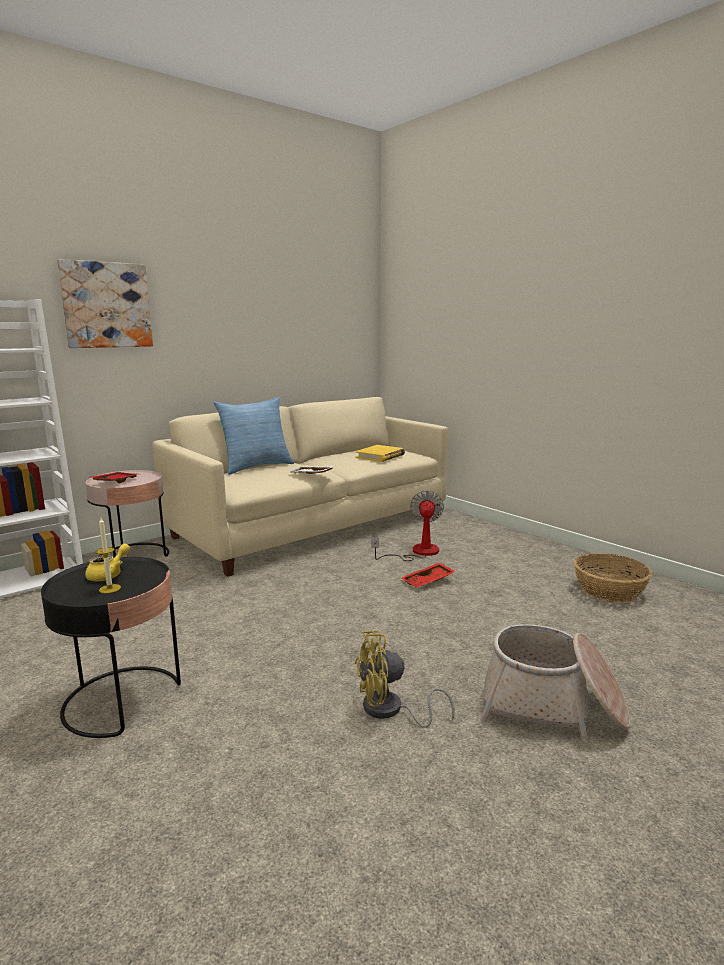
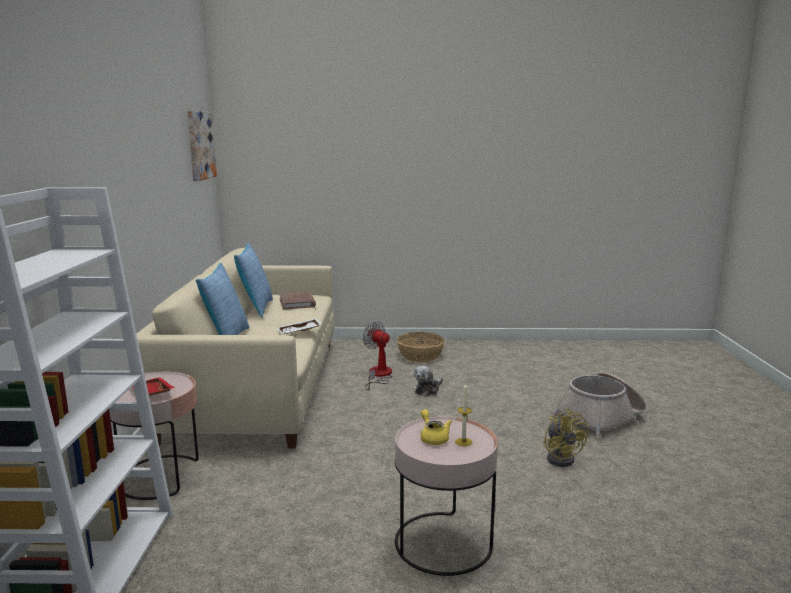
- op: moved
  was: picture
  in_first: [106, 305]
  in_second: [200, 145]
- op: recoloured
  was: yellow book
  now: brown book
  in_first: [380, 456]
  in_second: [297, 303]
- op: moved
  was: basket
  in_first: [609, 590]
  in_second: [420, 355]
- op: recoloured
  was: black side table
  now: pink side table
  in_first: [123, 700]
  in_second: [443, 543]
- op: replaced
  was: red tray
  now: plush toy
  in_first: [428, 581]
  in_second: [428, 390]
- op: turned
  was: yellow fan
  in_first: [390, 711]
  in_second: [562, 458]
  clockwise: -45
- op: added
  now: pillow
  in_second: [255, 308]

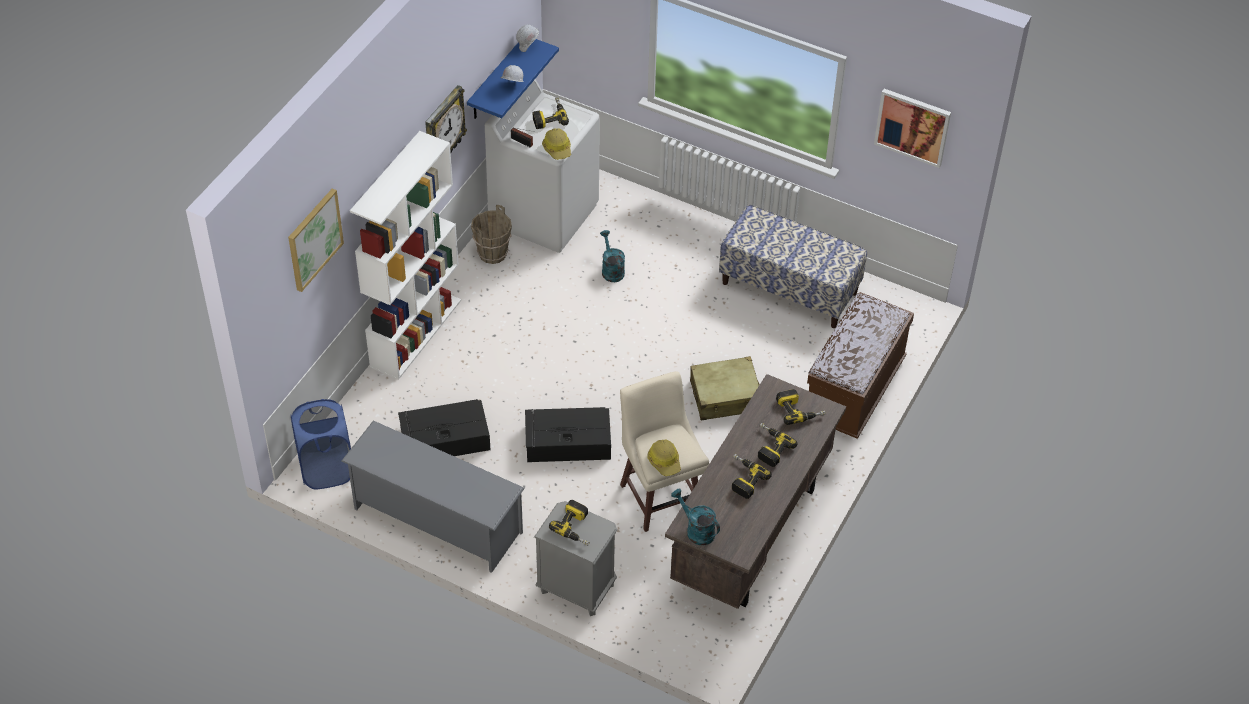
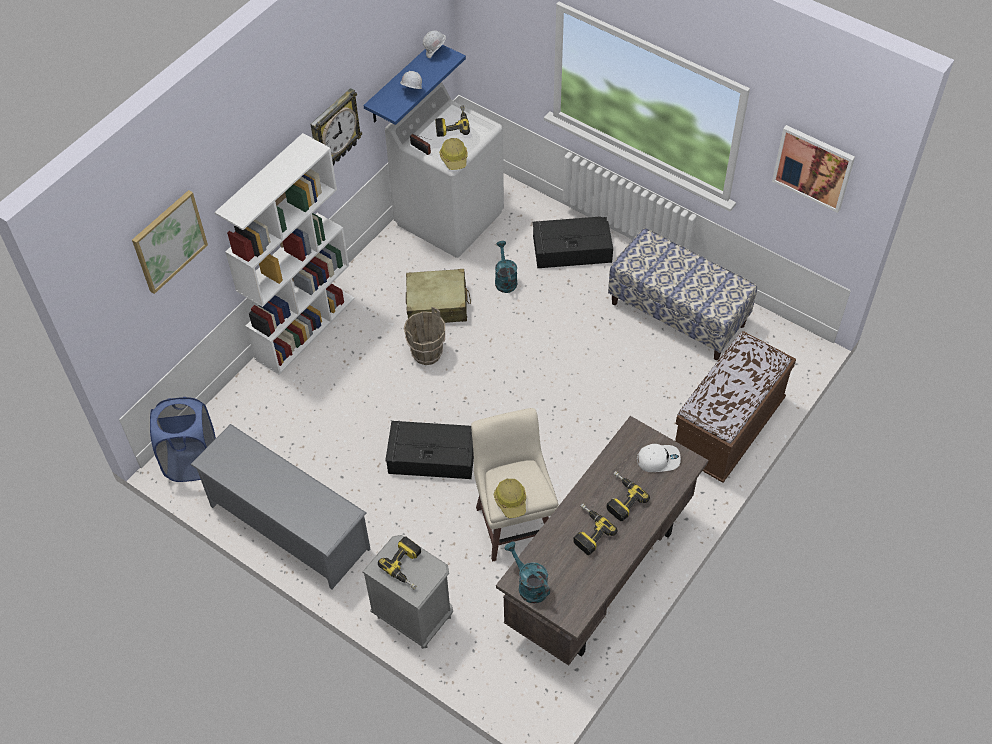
- op: moved
  was: brown bucket
  in_first: [493, 254]
  in_second: [427, 354]
- op: moved
  was: beige suitcase
  in_first: [725, 396]
  in_second: [437, 304]
- op: replaced
  was: power drill
  now: white cap
  in_first: [799, 410]
  in_second: [658, 459]
- op: moved
  was: black storage box
  in_first: [443, 439]
  in_second: [570, 249]

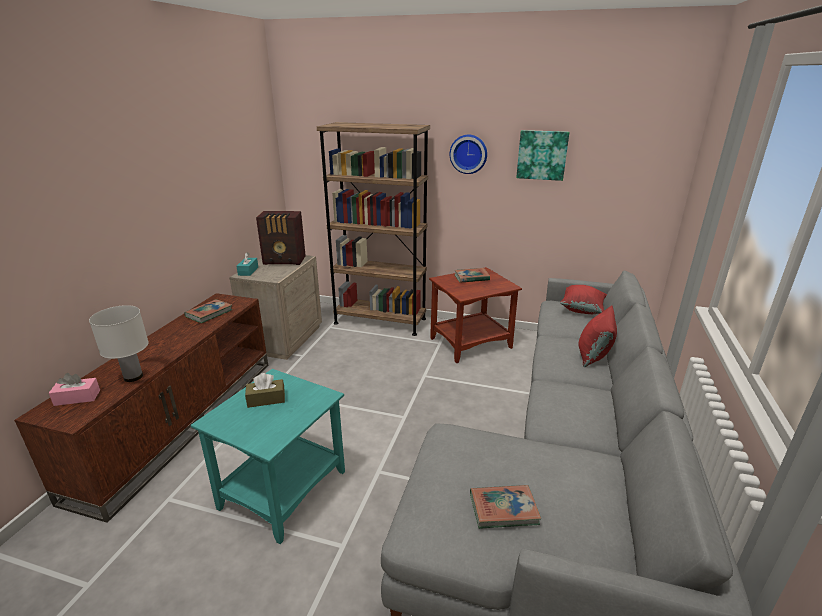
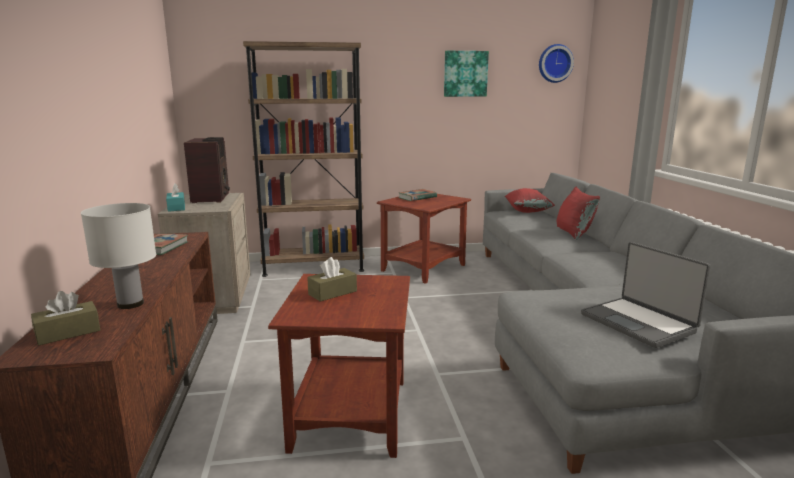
- op: moved
  was: wall clock
  in_first: [468, 154]
  in_second: [554, 63]
- op: turned
  was: radio
  in_first: [285, 261]
  in_second: [211, 198]
  clockwise: -75
- op: recoloured
  was: turquoise side table
  now: brown side table
  in_first: [282, 489]
  in_second: [348, 414]
- op: recoloured
  was: pink tissue box
  now: brown tissue box
  in_first: [77, 398]
  in_second: [68, 333]
- op: replaced
  was: book
  now: laptop
  in_first: [503, 509]
  in_second: [639, 323]

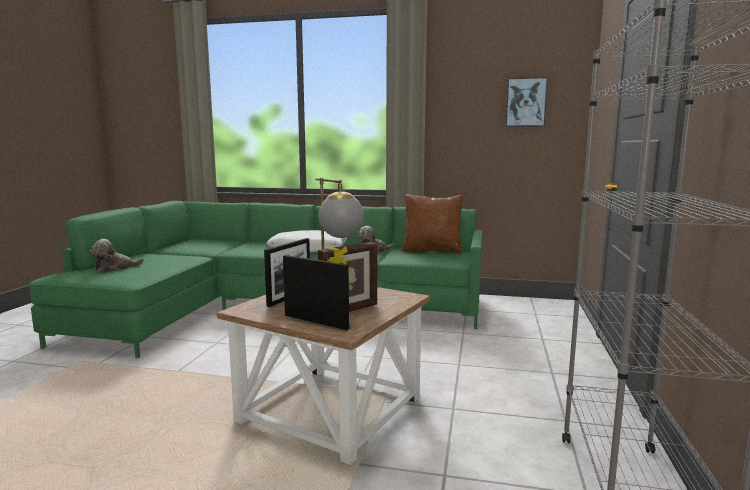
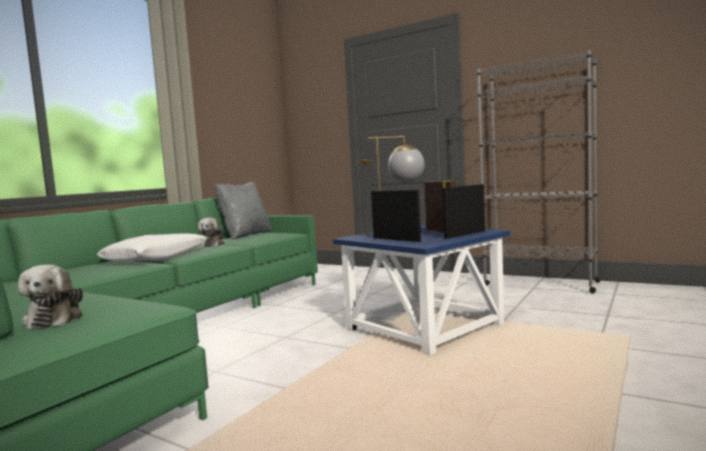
- op: removed
  was: picture
  in_first: [526, 102]
- op: recoloured
  was: brown pillow
  now: grey pillow
  in_first: [432, 250]
  in_second: [245, 235]
- op: recoloured
  was: brown side table
  now: blue side table
  in_first: [330, 408]
  in_second: [422, 326]

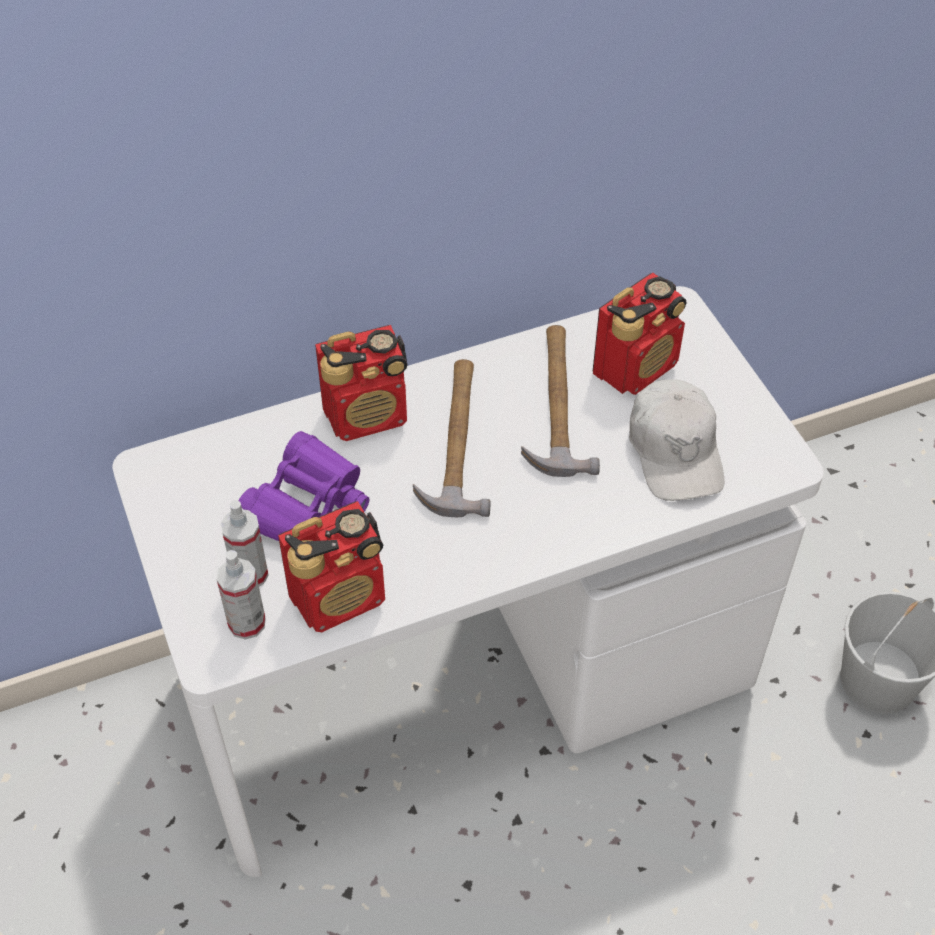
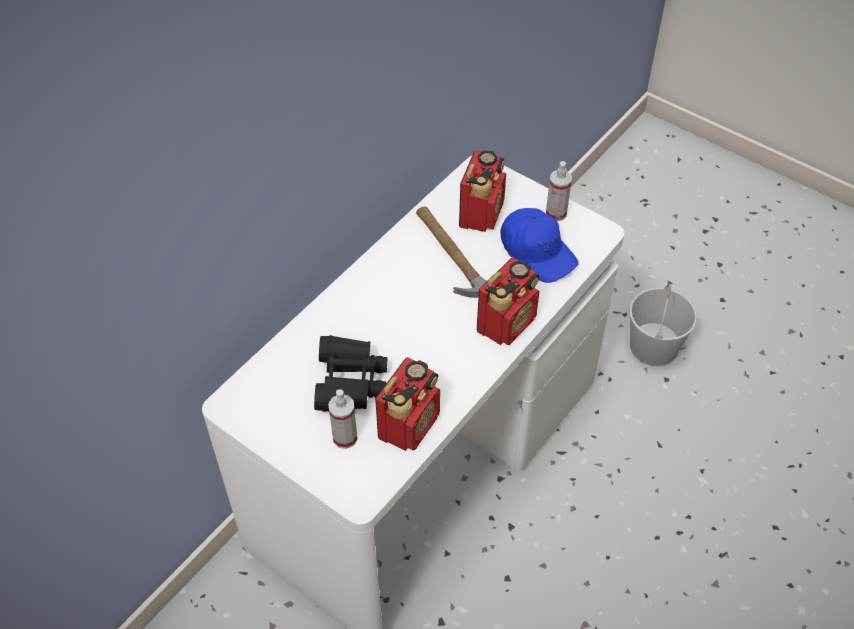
- op: moved
  was: radio
  in_first: [367, 416]
  in_second: [507, 323]
- op: removed
  was: hammer
  in_first: [457, 440]
- op: recoloured
  was: white cap
  now: blue cap
  in_first: [675, 451]
  in_second: [537, 252]
- op: recoloured
  was: purple binoculars
  now: black binoculars
  in_first: [307, 507]
  in_second: [349, 381]
- op: moved
  was: spray bottle
  in_first: [247, 623]
  in_second: [556, 213]

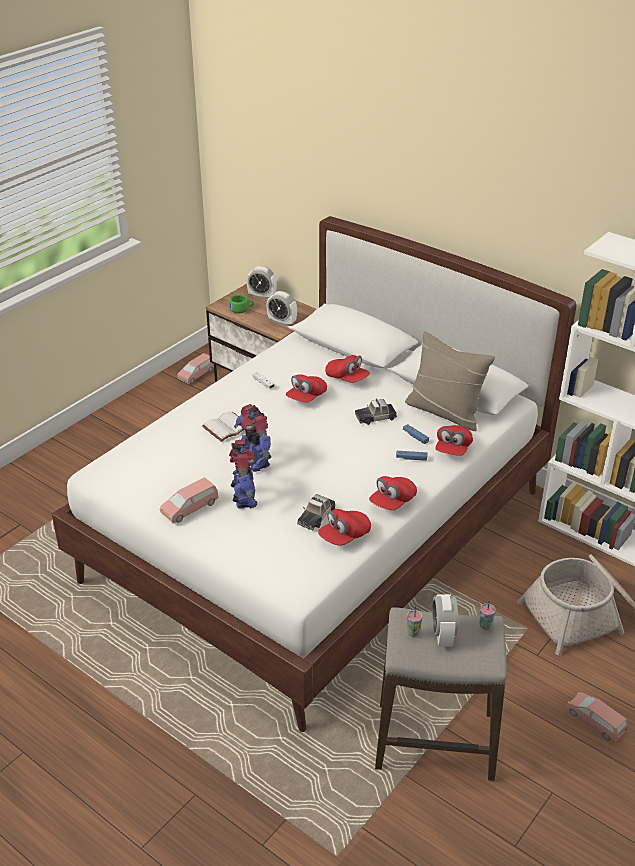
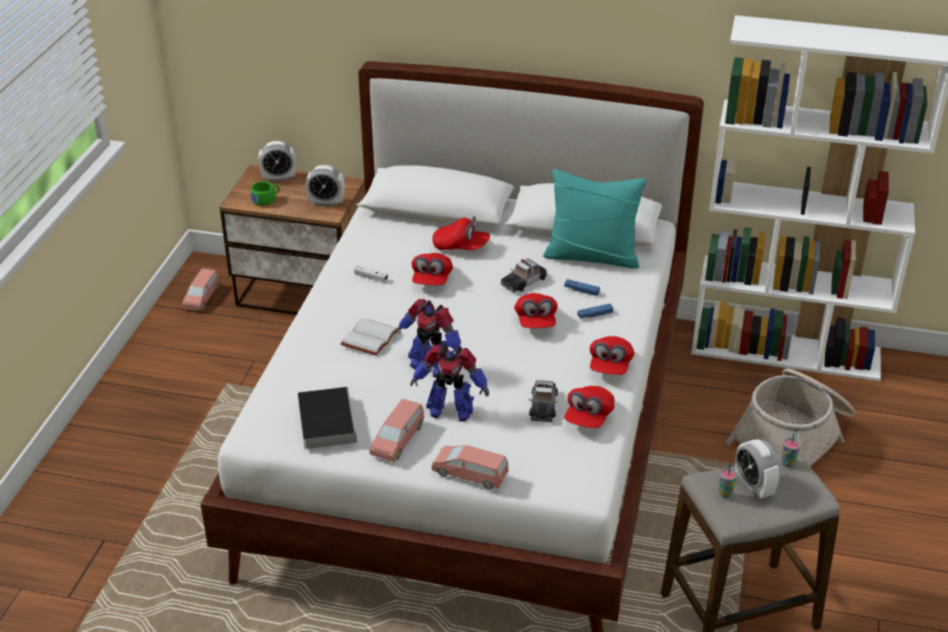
- op: recoloured
  was: beige pillow
  now: turquoise pillow
  in_first: [445, 412]
  in_second: [592, 256]
- op: moved
  was: red cap
  in_first: [453, 449]
  in_second: [535, 322]
- op: turned
  was: toy robot
  in_first: [244, 498]
  in_second: [450, 410]
  clockwise: 135
- op: moved
  was: pink toy car
  in_first: [595, 721]
  in_second: [470, 474]
- op: added
  now: book
  in_second: [326, 420]

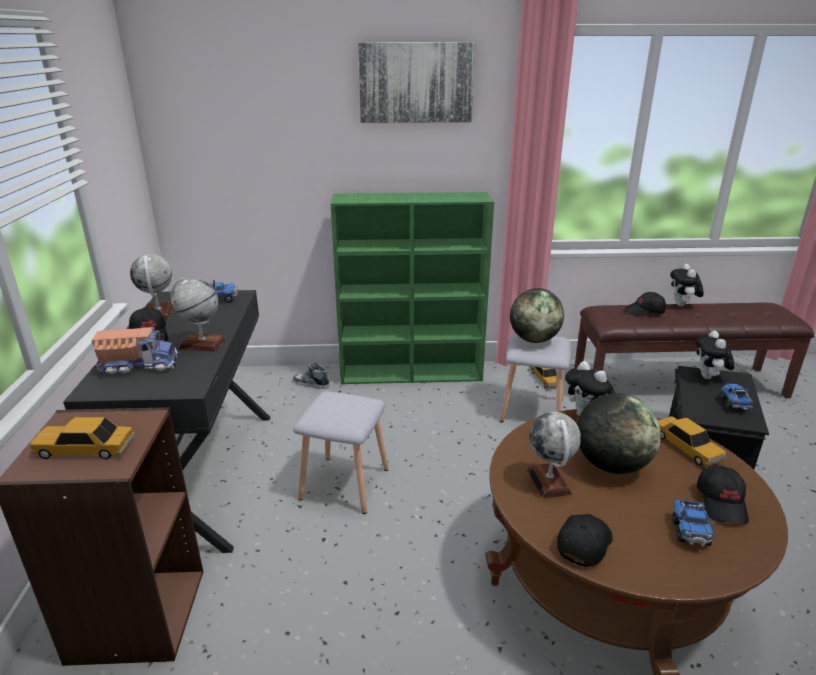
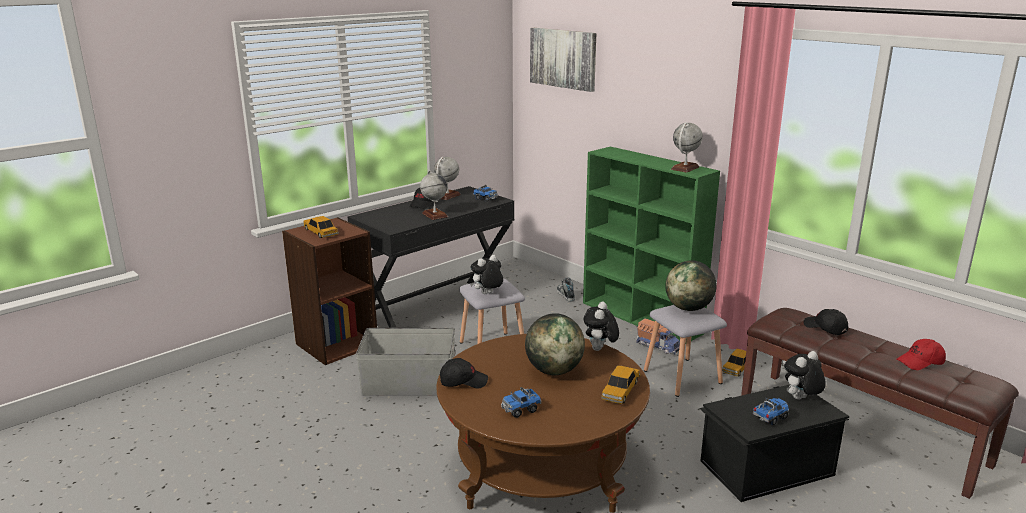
- op: moved
  was: picture
  in_first: [416, 83]
  in_second: [563, 58]
- op: moved
  was: plush toy
  in_first: [682, 305]
  in_second: [487, 294]
- op: moved
  was: toy truck
  in_first: [139, 365]
  in_second: [658, 346]
- op: moved
  was: globe
  in_first: [549, 481]
  in_second: [685, 168]
- op: removed
  was: black cap
  in_first: [722, 503]
- op: added
  now: grey storage box
  in_second: [409, 385]
- op: added
  now: red cap
  in_second: [920, 362]

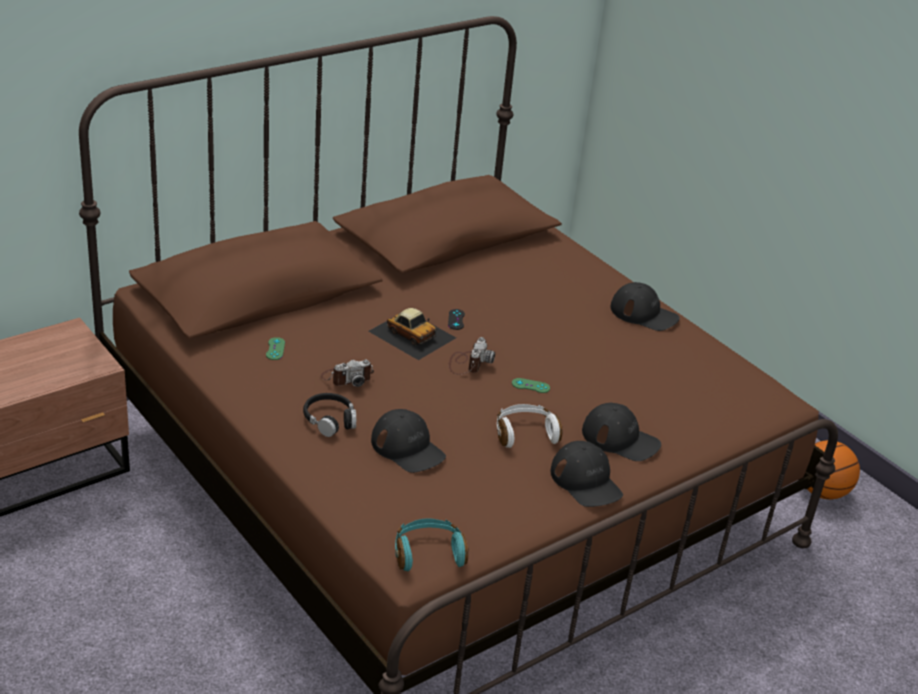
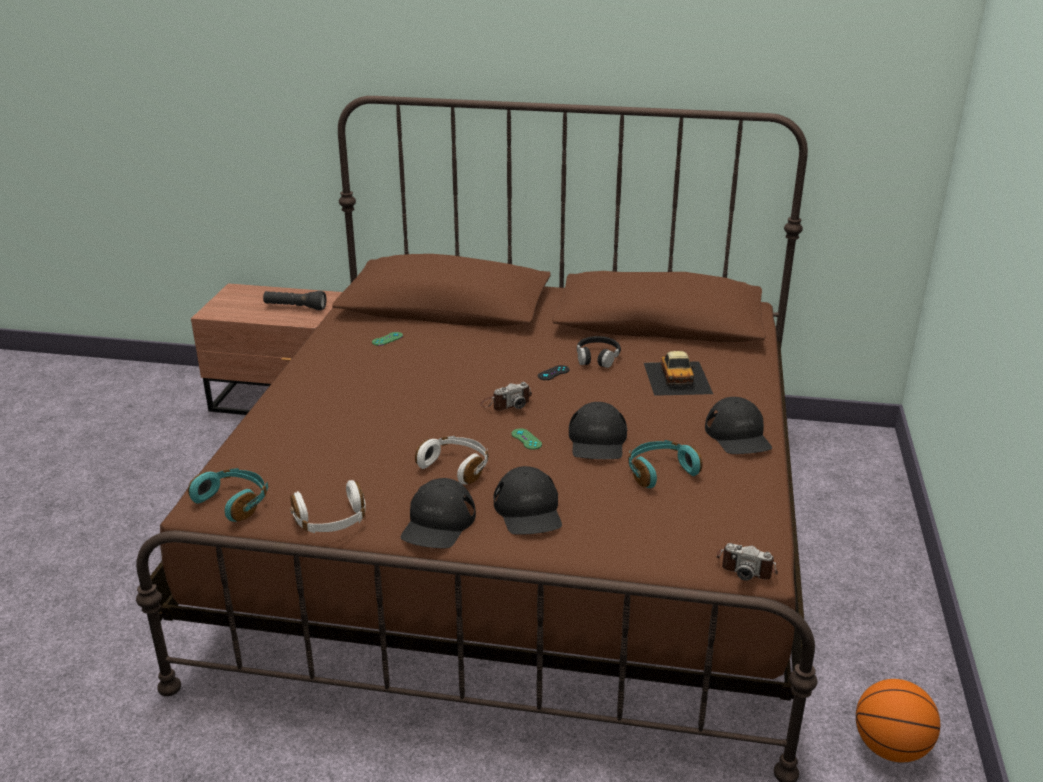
- op: moved
  was: toy car
  in_first: [412, 334]
  in_second: [677, 377]
- op: moved
  was: photo camera
  in_first: [347, 377]
  in_second: [746, 566]
- op: moved
  was: black headphones
  in_first: [330, 420]
  in_second: [597, 357]
- op: moved
  was: black cap
  in_first: [408, 448]
  in_second: [597, 441]
- op: added
  now: black flashlight
  in_second: [295, 308]
- op: added
  now: turquoise headphones
  in_second: [660, 472]
- op: added
  now: white headphones
  in_second: [331, 522]

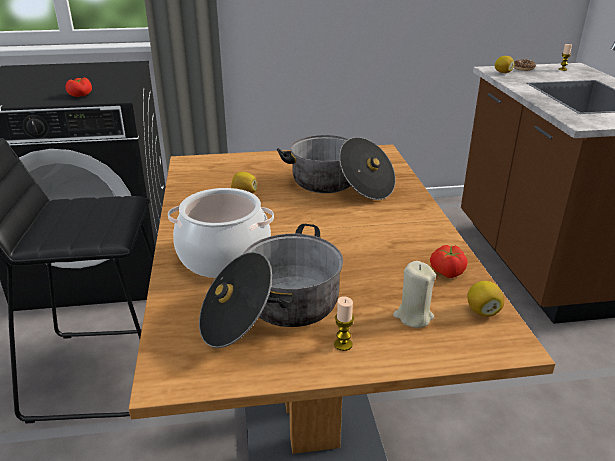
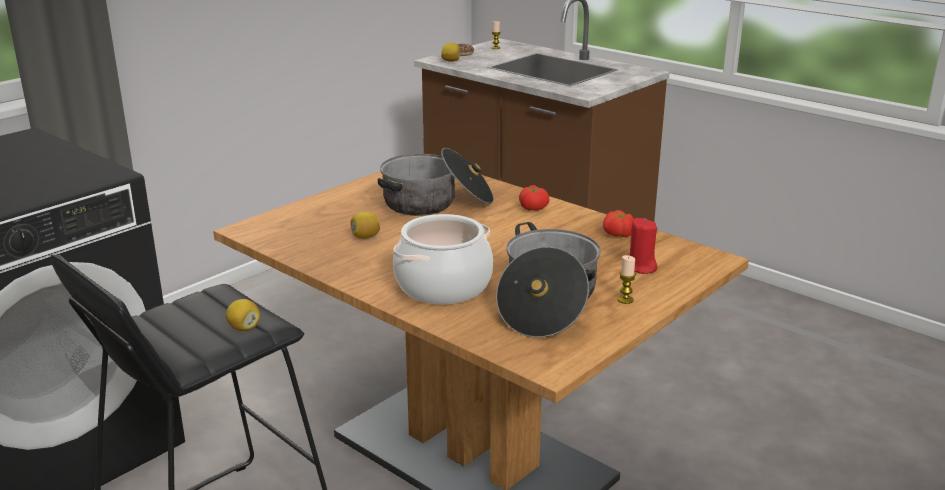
- op: moved
  was: tomato
  in_first: [81, 95]
  in_second: [533, 208]
- op: recoloured
  was: beige candle
  now: red candle
  in_first: [413, 316]
  in_second: [640, 267]
- op: moved
  was: lemon
  in_first: [482, 311]
  in_second: [244, 328]

